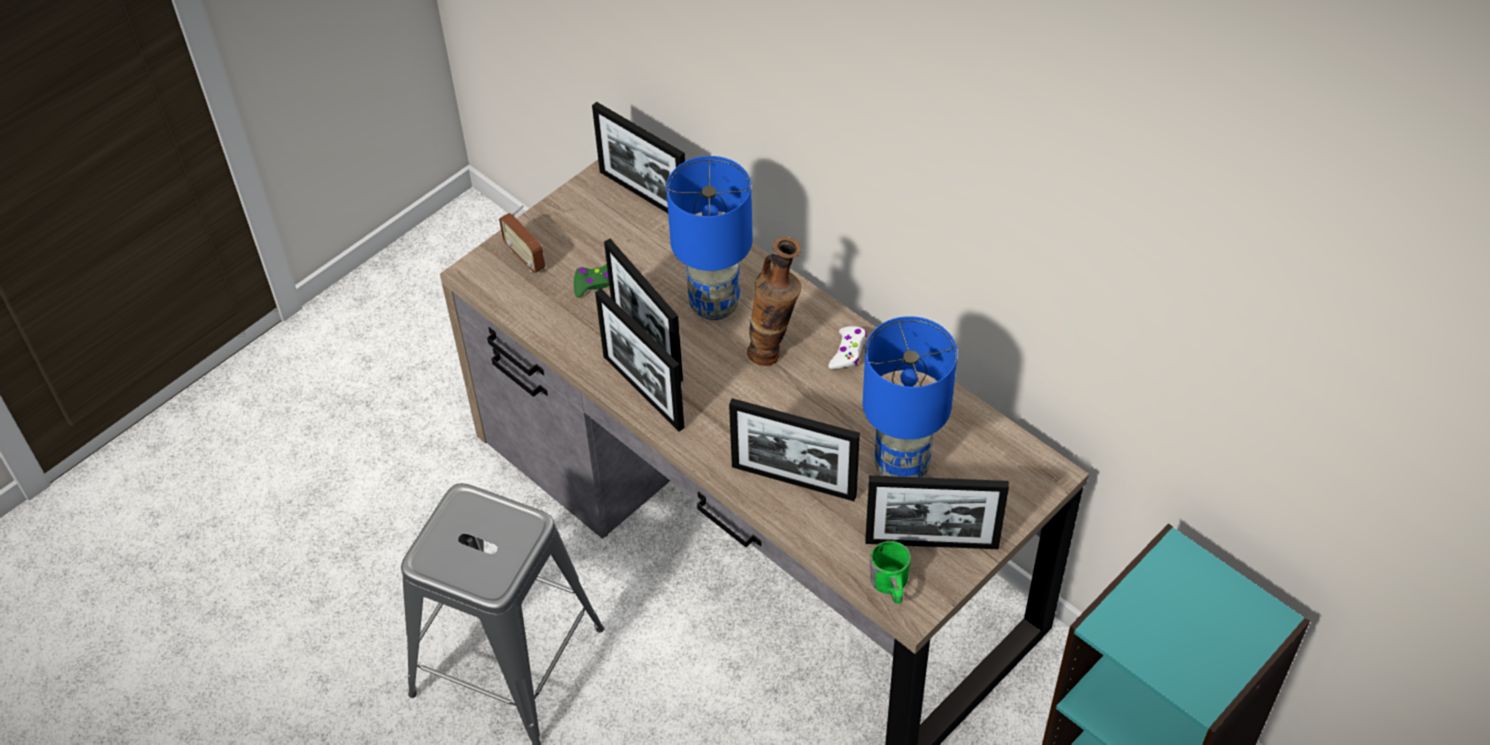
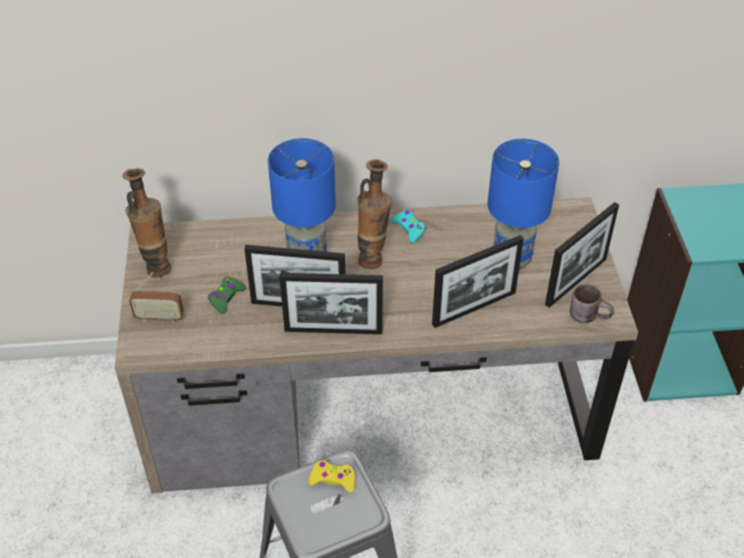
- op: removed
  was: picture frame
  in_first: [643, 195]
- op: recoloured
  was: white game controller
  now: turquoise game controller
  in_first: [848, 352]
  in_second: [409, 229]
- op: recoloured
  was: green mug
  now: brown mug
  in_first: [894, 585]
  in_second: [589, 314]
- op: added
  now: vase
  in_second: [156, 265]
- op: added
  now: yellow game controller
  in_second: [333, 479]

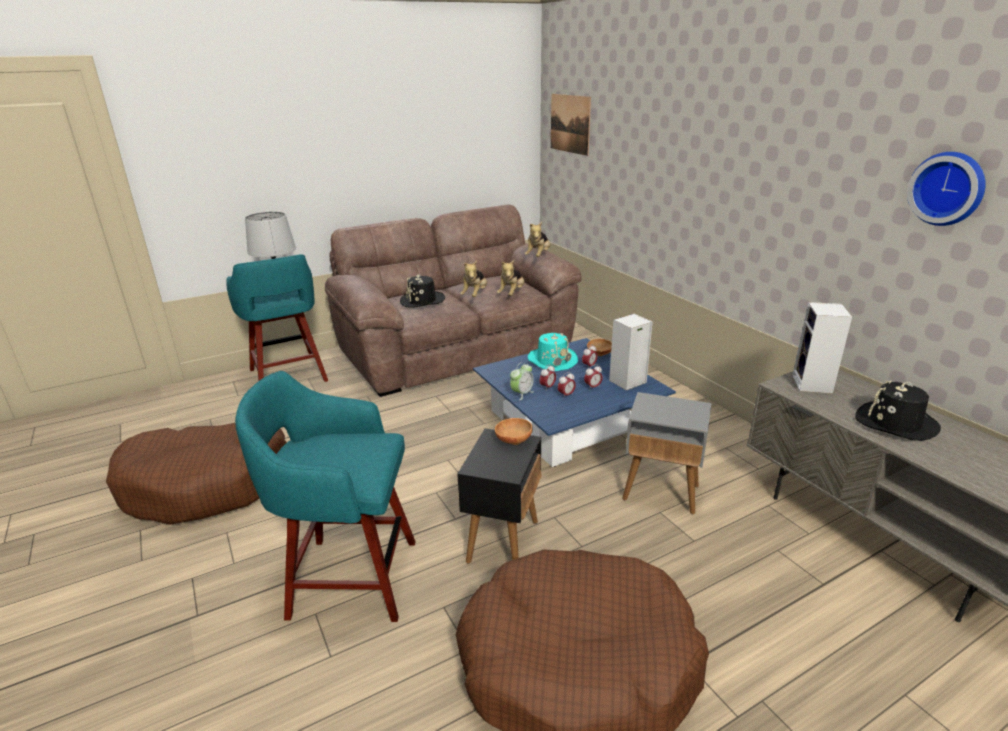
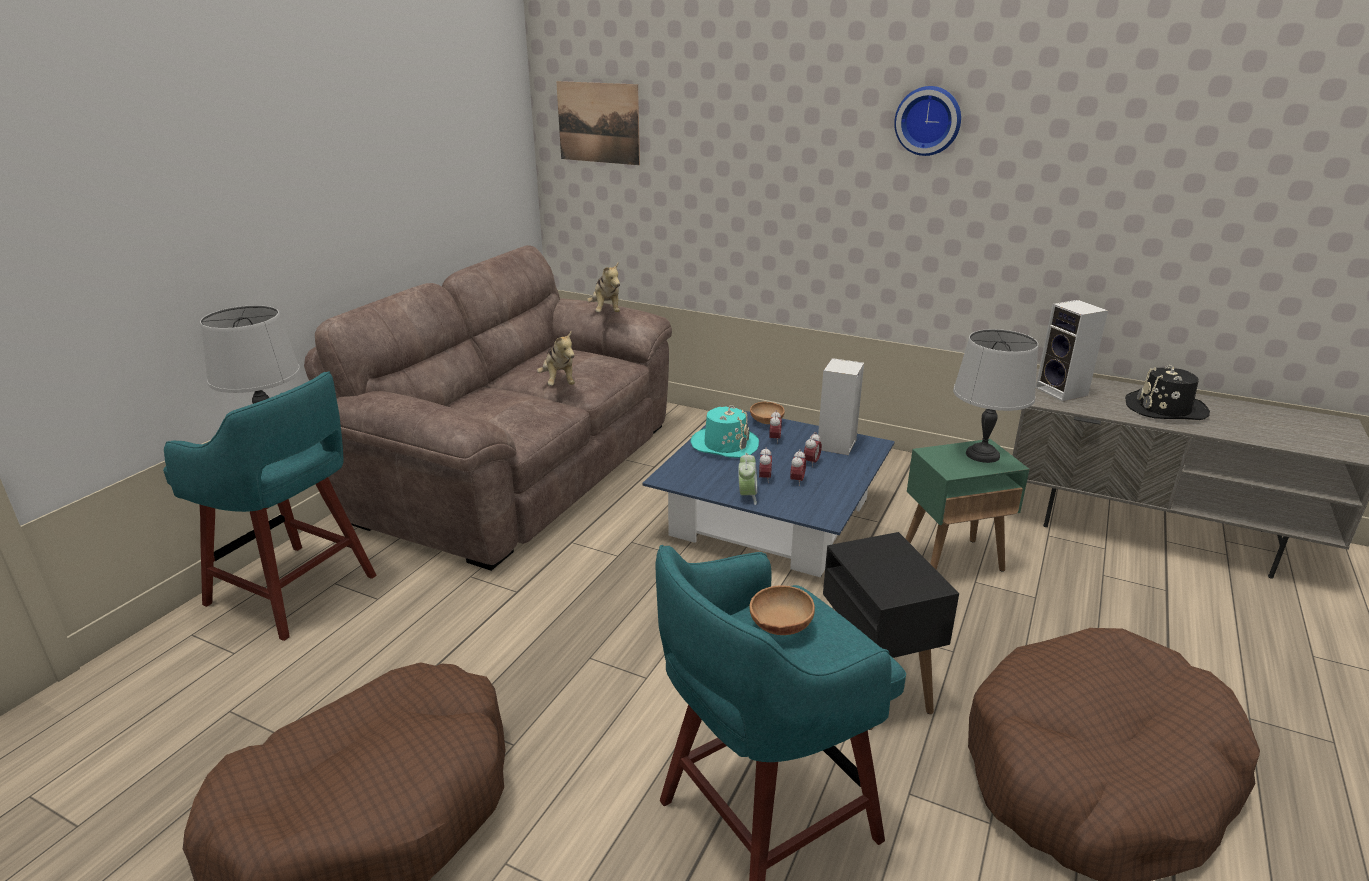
- op: moved
  was: wall clock
  in_first: [948, 188]
  in_second: [928, 120]
- op: removed
  was: plush toy
  in_first: [511, 294]
- op: removed
  was: black hat
  in_first: [422, 301]
- op: recoloured
  was: grey side table
  now: green side table
  in_first: [661, 492]
  in_second: [952, 560]
- op: moved
  was: brown bowl
  in_first: [513, 440]
  in_second: [779, 627]
- op: added
  now: grey table lamp
  in_second: [981, 454]

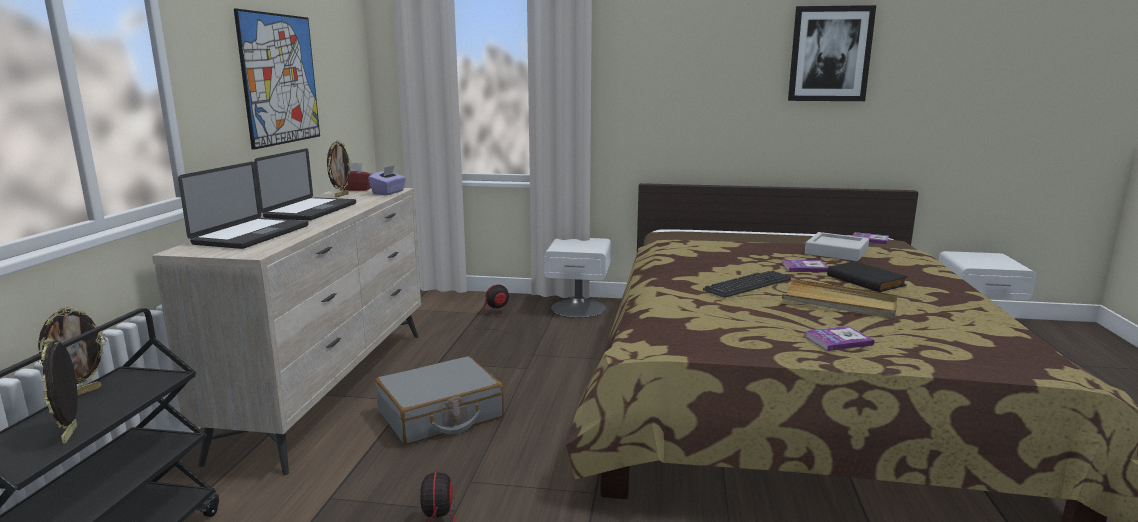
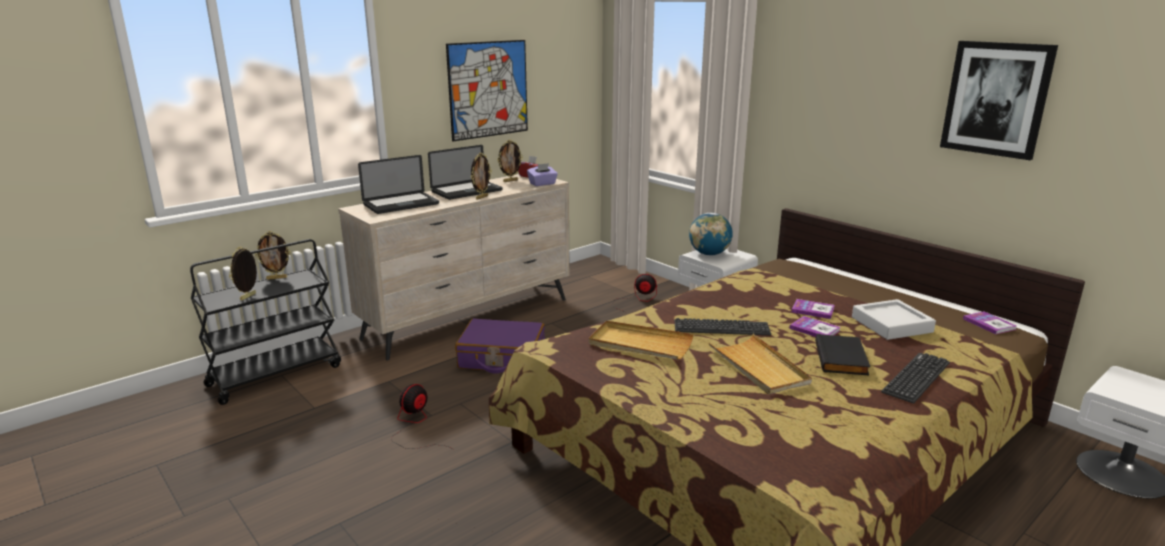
- op: moved
  was: book
  in_first: [838, 340]
  in_second: [813, 310]
- op: recoloured
  was: grey suitcase
  now: purple suitcase
  in_first: [440, 415]
  in_second: [502, 358]
- op: added
  now: picture frame
  in_second: [481, 197]
- op: added
  now: globe
  in_second: [709, 254]
- op: added
  now: beige tray
  in_second: [640, 344]
- op: added
  now: keyboard
  in_second: [916, 378]

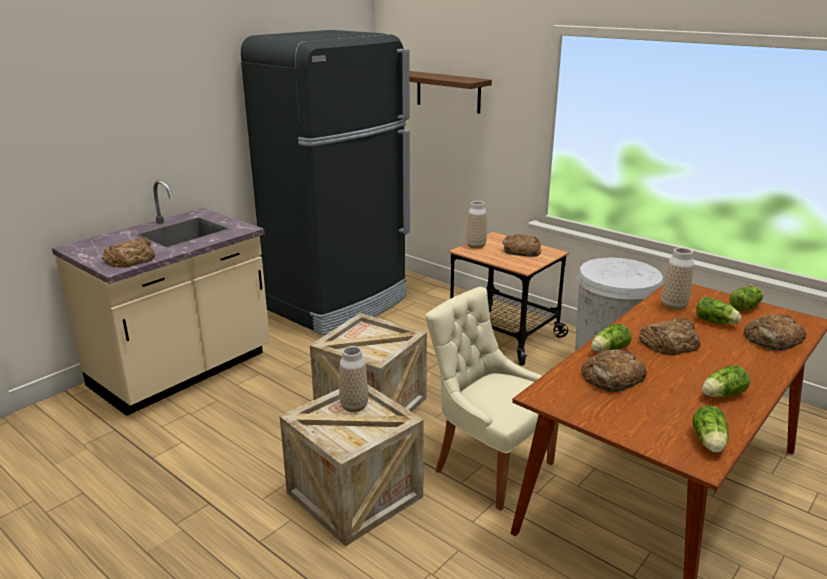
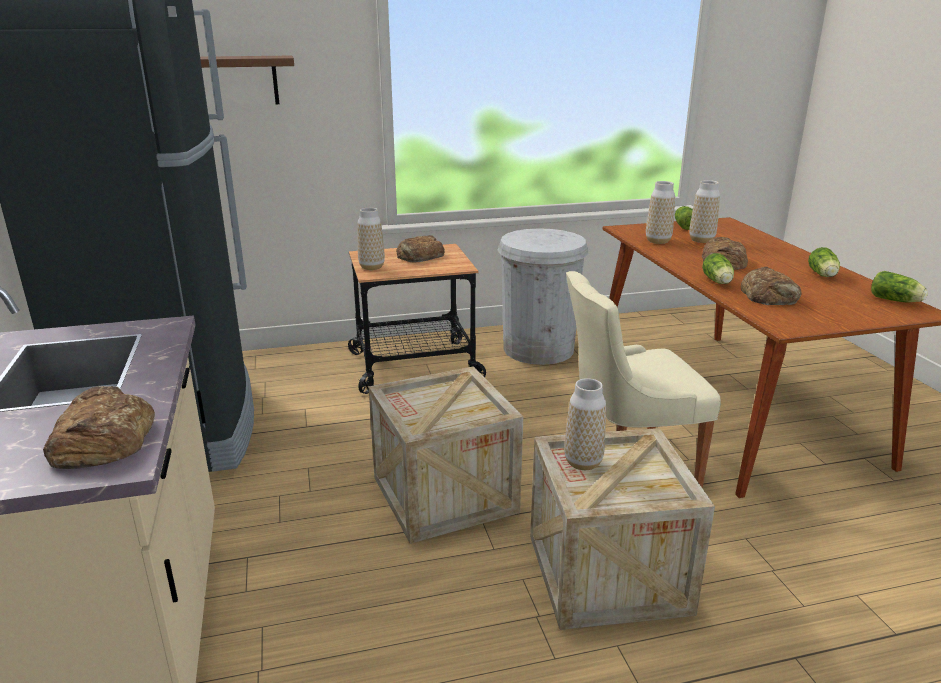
- op: replaced
  was: lettuce
  now: vase
  in_first: [716, 322]
  in_second: [701, 240]
- op: removed
  was: bread
  in_first: [773, 339]

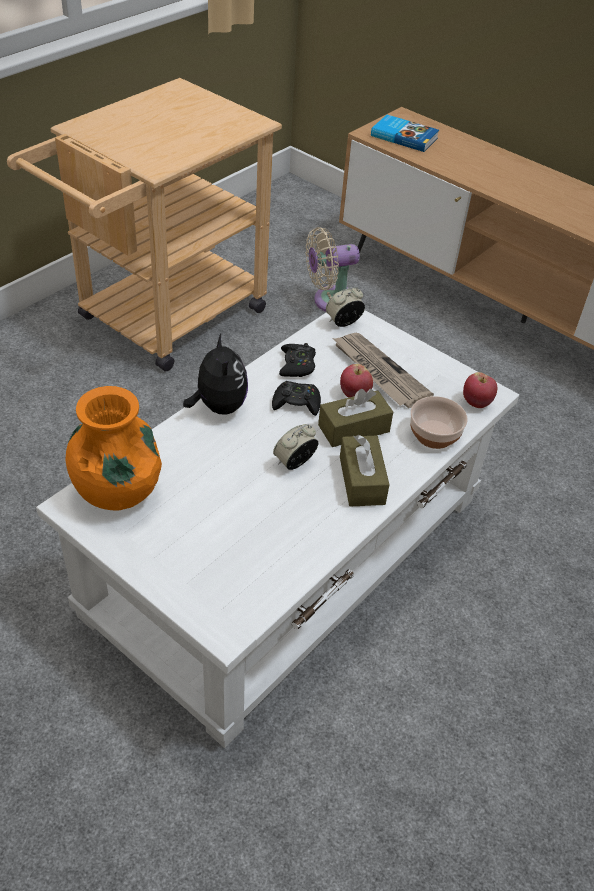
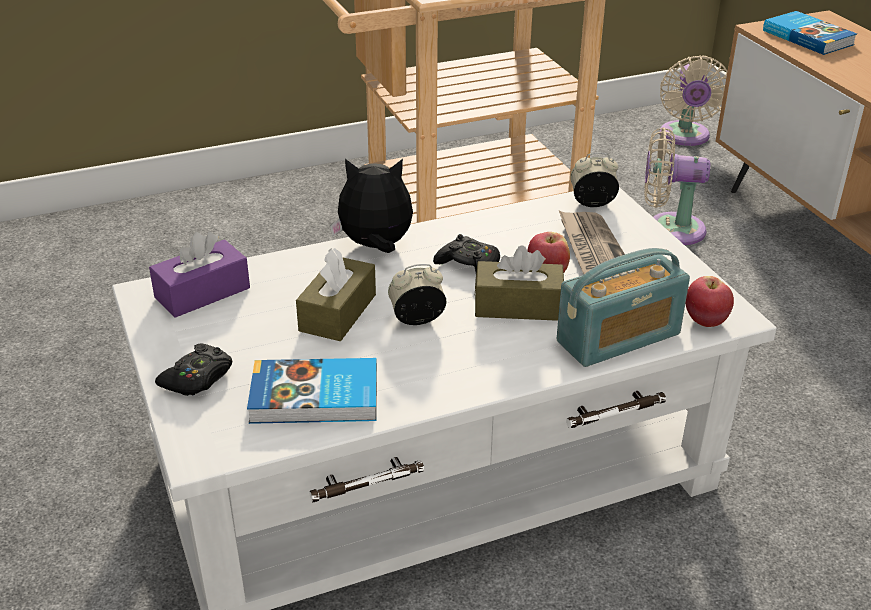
- op: turned
  was: plush toy
  in_first: [218, 406]
  in_second: [375, 246]
  clockwise: -105
- op: moved
  was: black game controller
  in_first: [297, 365]
  in_second: [198, 378]
- op: replaced
  was: orange vase
  now: purple tissue box
  in_first: [118, 490]
  in_second: [202, 293]
- op: replaced
  was: bowl
  now: radio
  in_first: [434, 434]
  in_second: [618, 338]
- op: moved
  was: brown tissue box
  in_first: [362, 480]
  in_second: [338, 313]
- op: added
  now: beige fan
  in_second: [684, 137]
- op: added
  now: book
  in_second: [315, 398]

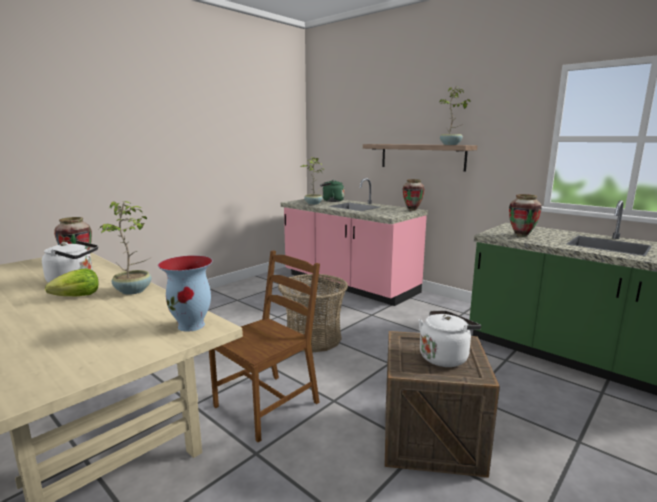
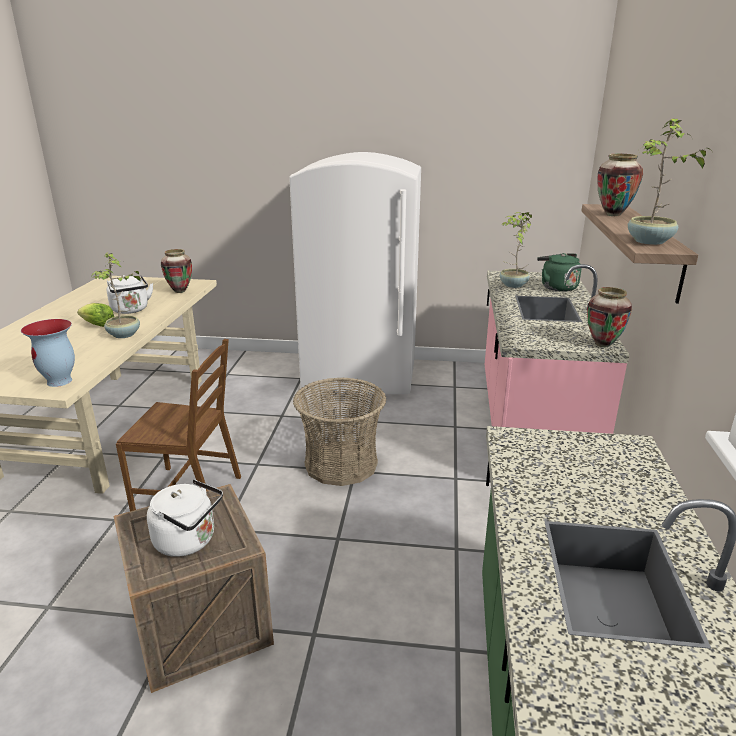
- op: moved
  was: vase
  in_first: [521, 235]
  in_second: [613, 215]
- op: added
  now: white fridge
  in_second: [360, 376]

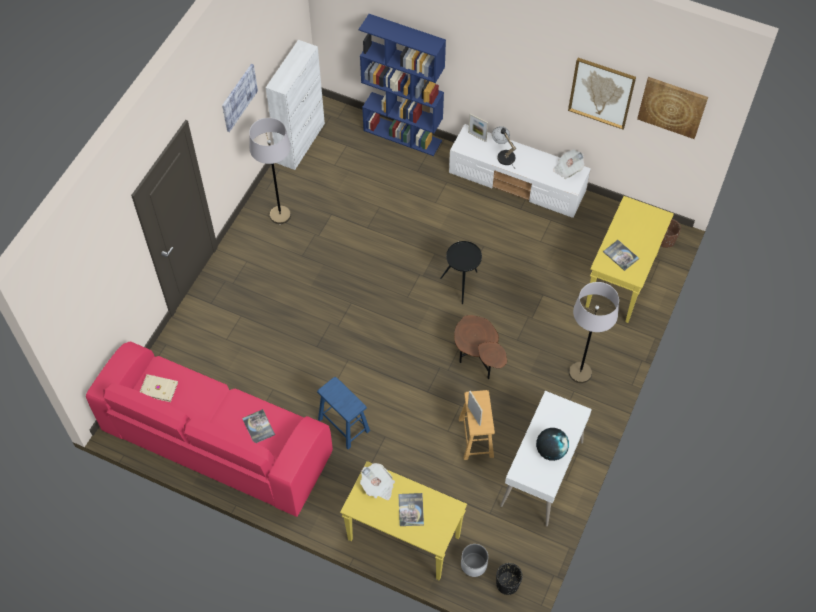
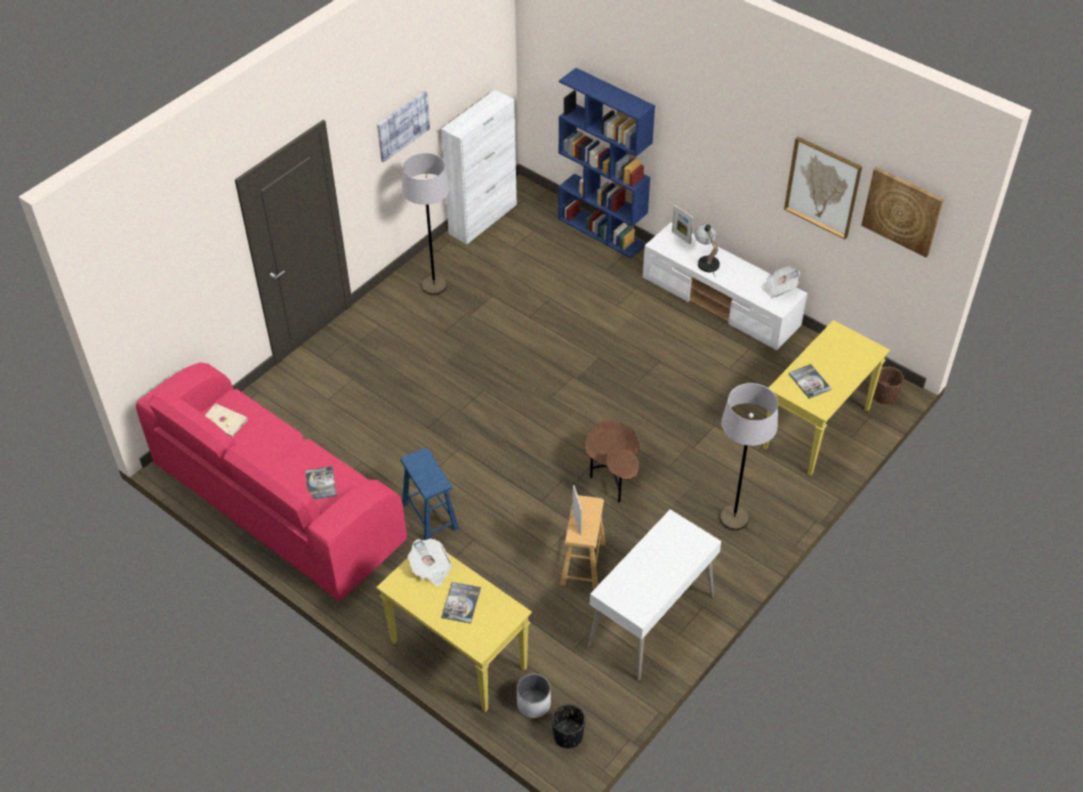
- op: removed
  was: black side table
  in_first: [462, 284]
- op: removed
  was: globe
  in_first: [550, 450]

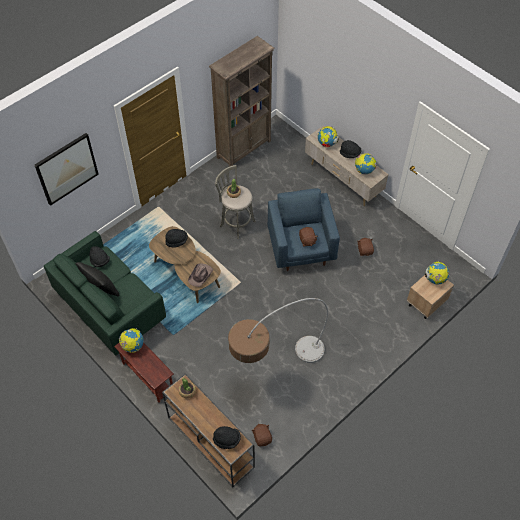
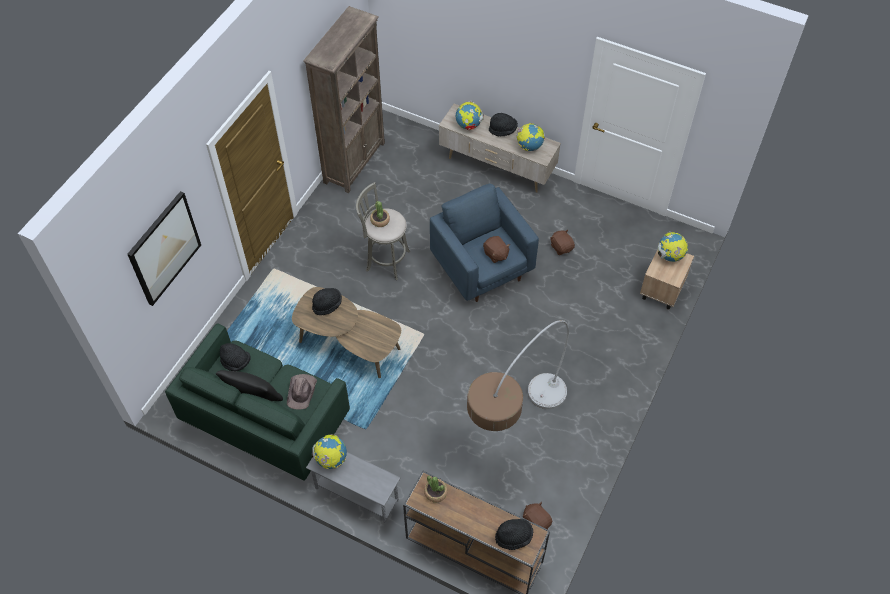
- op: moved
  was: brown hat
  in_first: [201, 275]
  in_second: [302, 392]
- op: recoloured
  was: brown side table
  now: grey side table
  in_first: [148, 377]
  in_second: [356, 495]

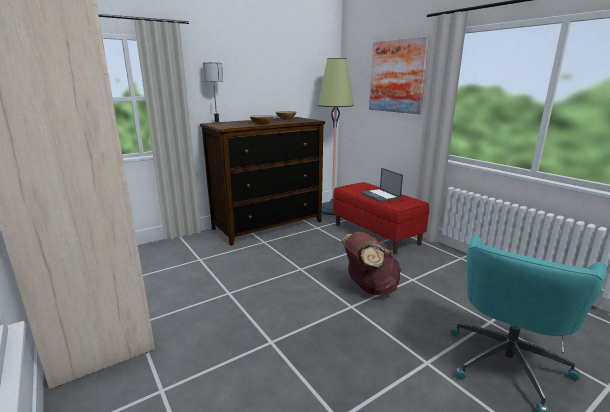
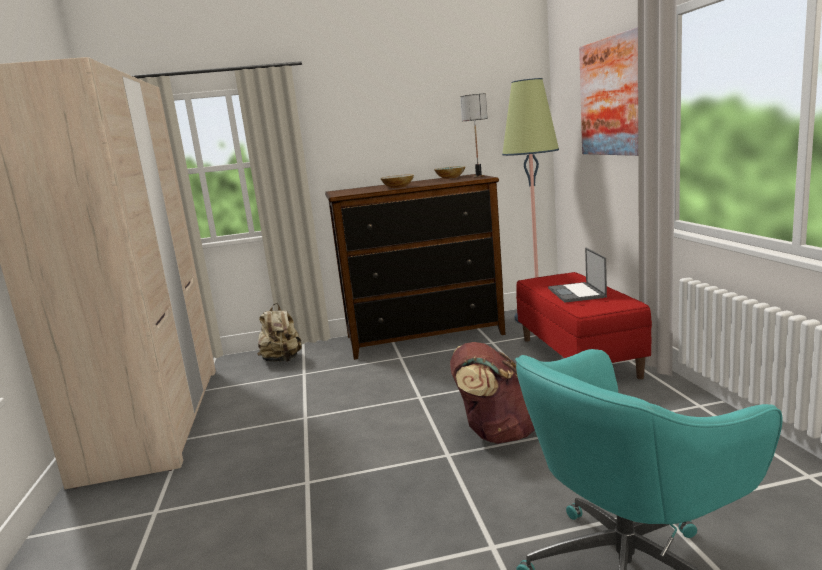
- op: moved
  was: table lamp
  in_first: [216, 122]
  in_second: [478, 176]
- op: added
  now: beige backpack
  in_second: [282, 360]

